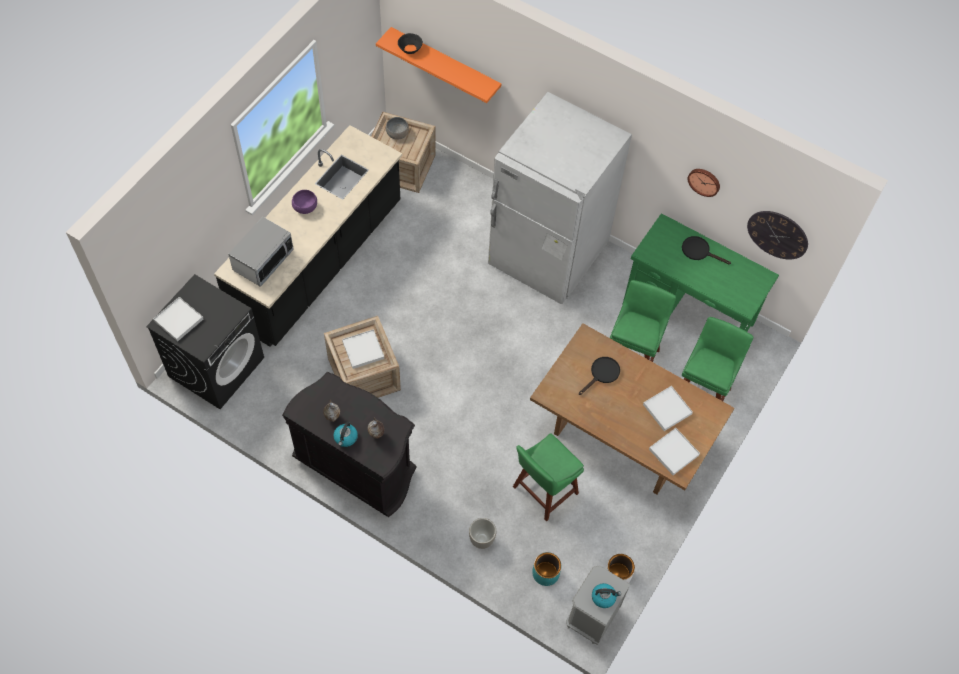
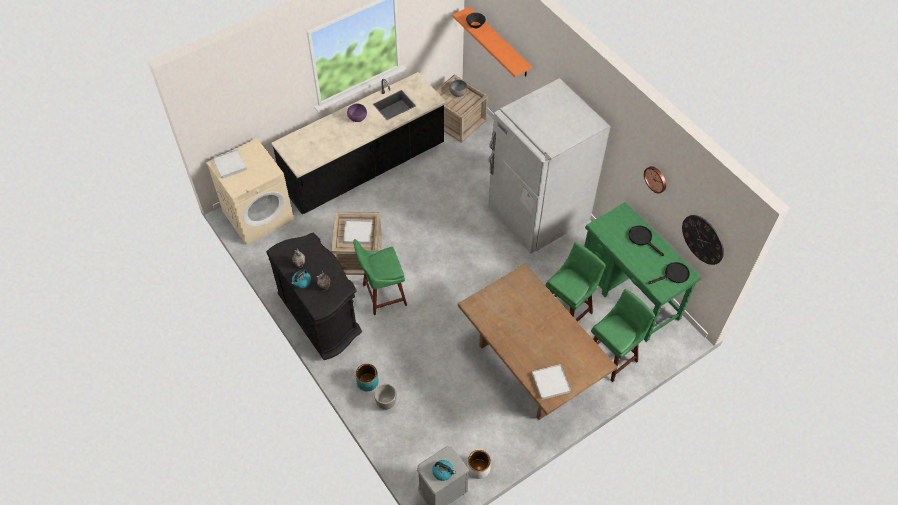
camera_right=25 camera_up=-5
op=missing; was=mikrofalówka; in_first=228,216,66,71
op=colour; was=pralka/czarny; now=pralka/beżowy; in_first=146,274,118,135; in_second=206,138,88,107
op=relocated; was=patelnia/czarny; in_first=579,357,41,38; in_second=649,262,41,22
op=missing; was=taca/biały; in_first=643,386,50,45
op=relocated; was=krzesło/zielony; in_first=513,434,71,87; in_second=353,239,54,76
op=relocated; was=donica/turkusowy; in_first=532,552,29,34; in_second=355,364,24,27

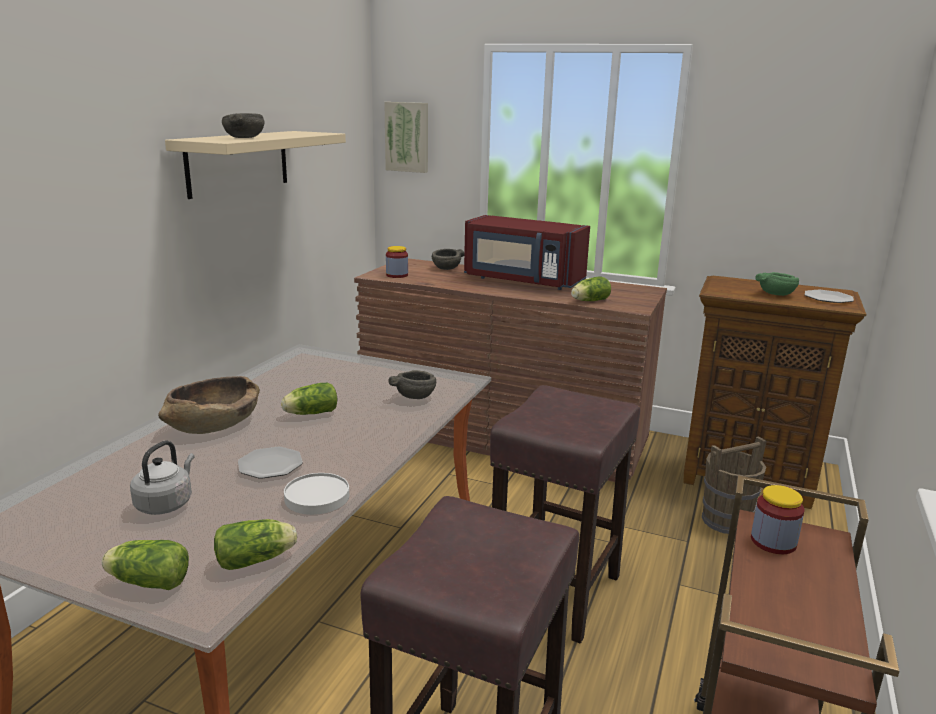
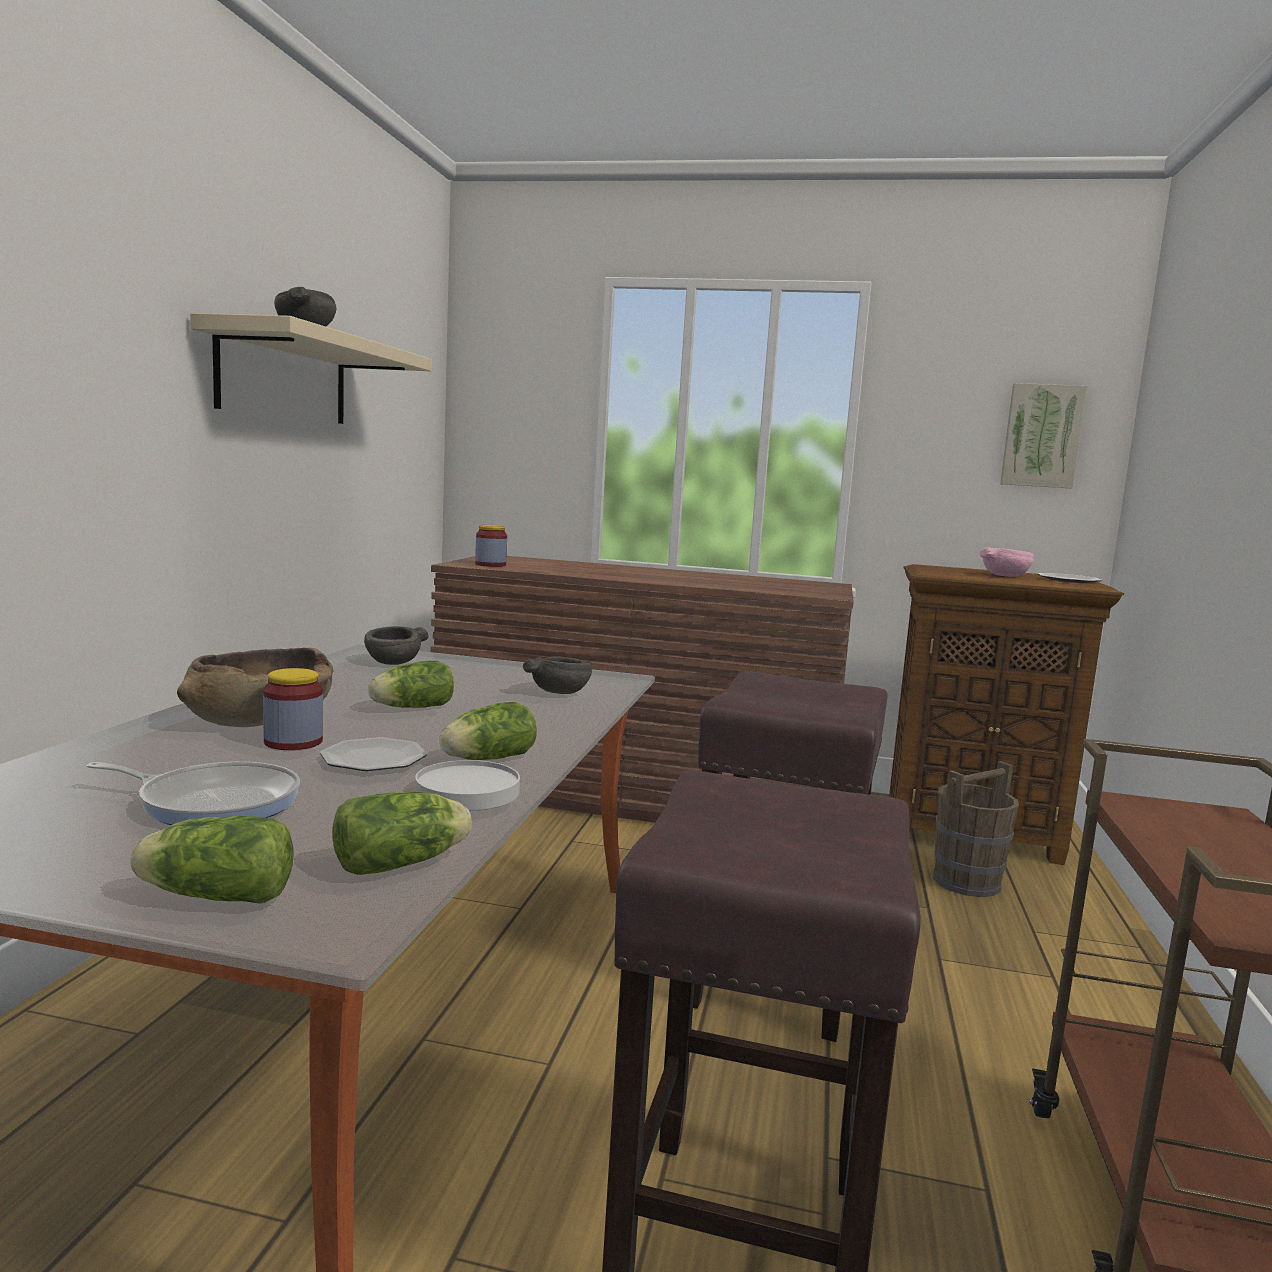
camera_right=-10 camera_up=-10
op=relocated; was=obraz; in_first=384,102,44,71; in_second=1000,383,87,105
op=missing; was=mikrofalówka/czerwony; in_first=464,215,126,75
op=relocated; was=miska/szary; in_first=432,249,32,21; in_second=364,626,64,39
op=colour; was=miska/zielony; now=miska/różowy; in_first=755,272,44,24; in_second=980,547,54,30
op=relocated; was=sałata; in_first=571,277,40,24; in_second=439,702,98,58
op=exchanged; was=czajnik/szary; now=patelnia; in_first=130,440,65,75; in_second=86,762,214,63
op=relocated; was=słoik; in_first=751,485,53,69; in_second=263,668,60,82

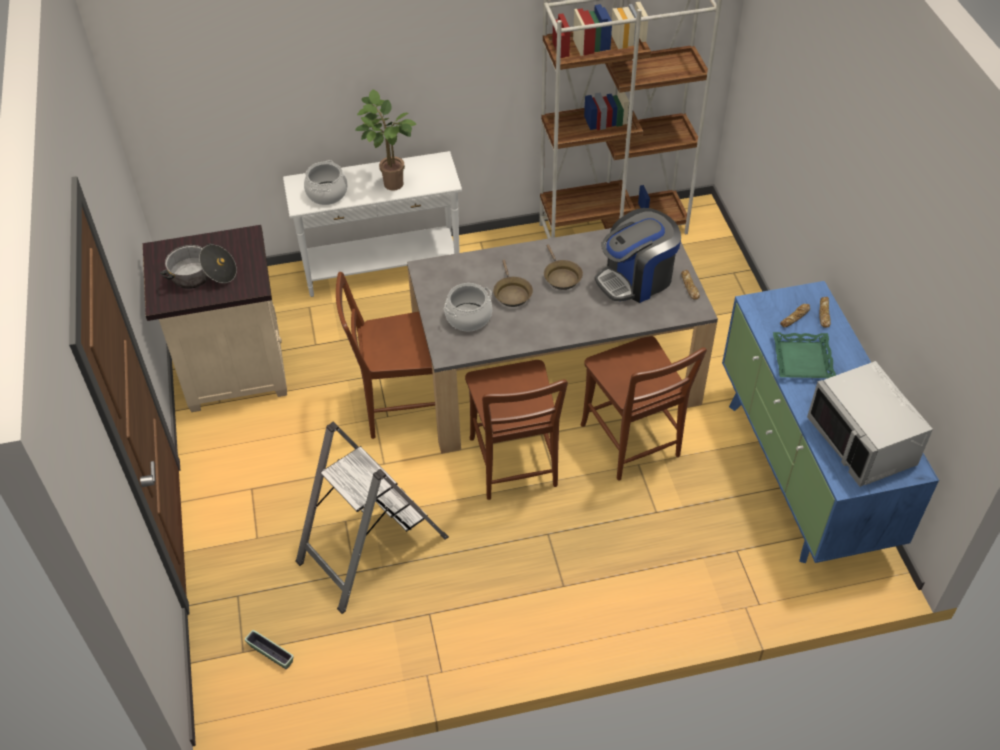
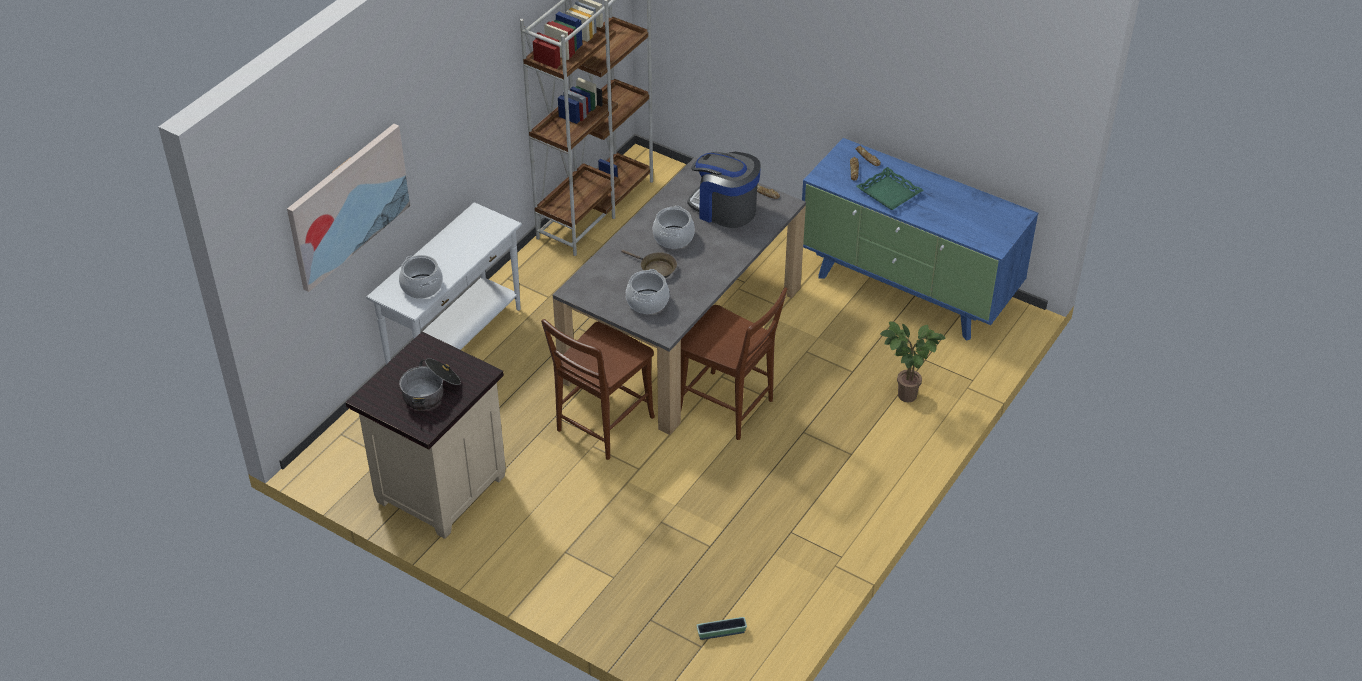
camera_right=-45 camera_up=-5
op=relocated; was=roślina doniczkowa; in_first=355,89,61,102; in_second=880,321,66,81
op=spun; was=ekspres do kawy; in_first=595,208,86,95; in_second=687,152,74,76; clockwise=105
op=exchanged; was=patelnia/brązowy; now=garnek; in_first=544,244,39,46; in_second=653,206,42,43
op=missing; was=krzesło/brązowy; in_first=580,336,127,144
op=missing; was=mikrofalówka/szary; in_first=807,361,126,126
op=missing; was=drabinka/szary; in_first=295,422,154,192
op=appeared; now=obraz; in_second=287,124,123,168

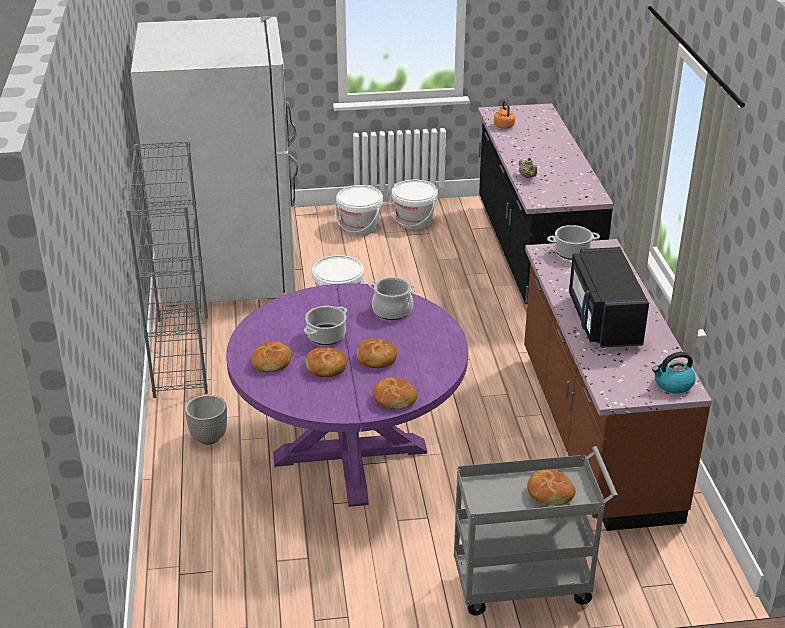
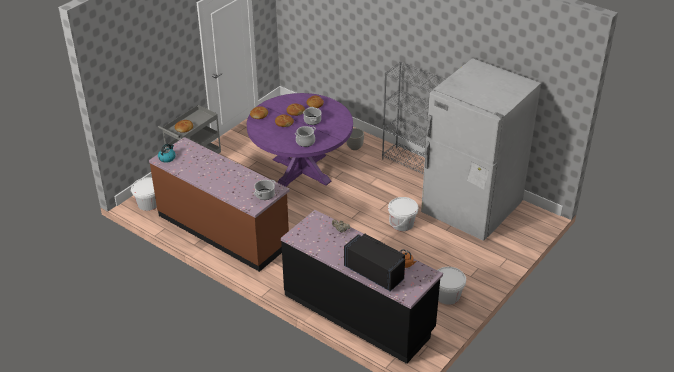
camera_right=135 camera_up=5
op=relocated; was=wiadro/biały; in_first=335,185,48,51; in_second=131,177,26,34
op=relocated; was=mikrofalówka/czarny; in_first=569,247,80,101; in_second=344,233,61,59

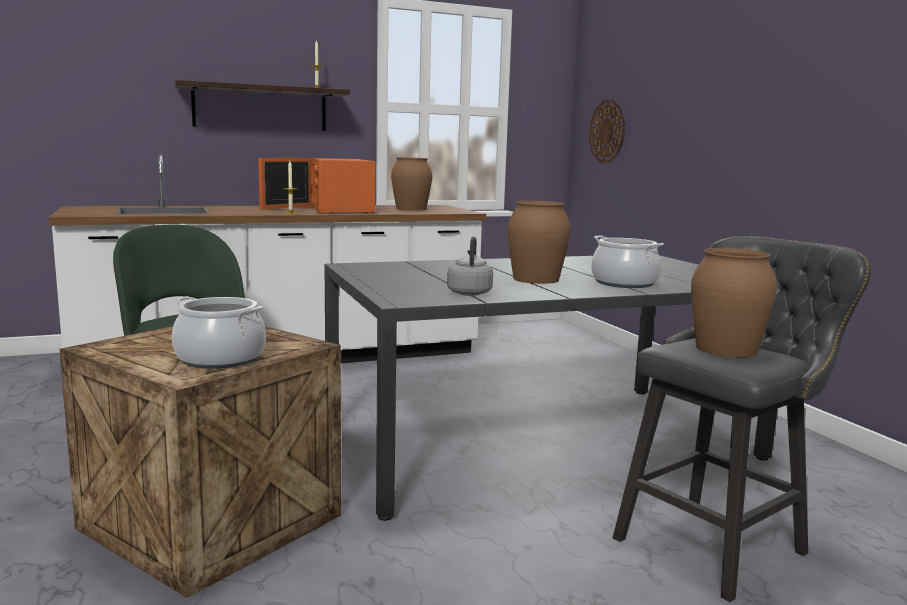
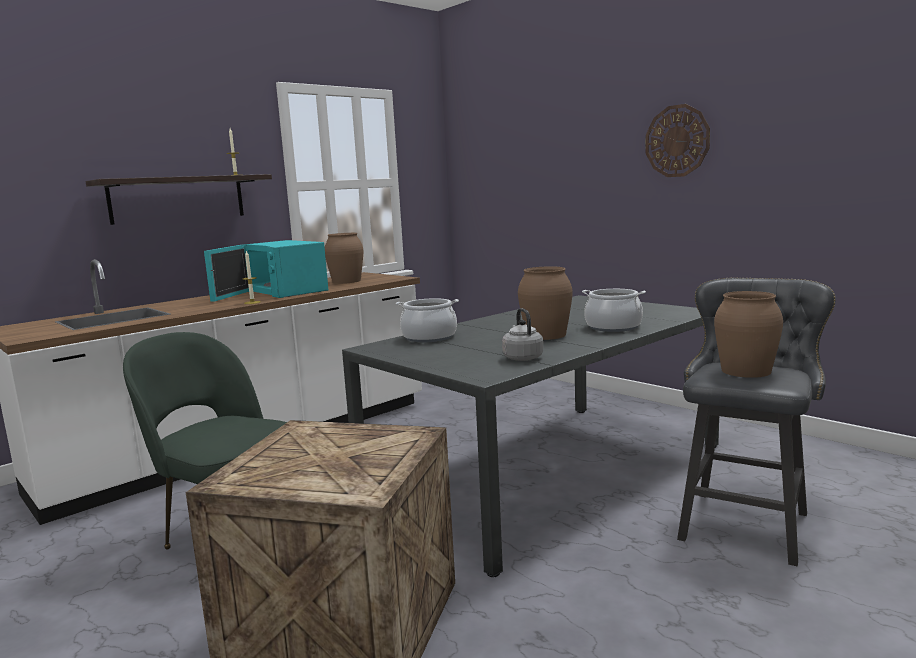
camera_right=-20 camera_up=0
op=relocated; was=zegar ścienny; in_first=589,99,36,64; in_second=646,104,64,73
op=colour; was=mikrofalówka/pomarańczowy; now=mikrofalówka/turkusowy; in_first=258,158,117,55; in_second=204,240,124,62
op=relocated; was=garnek; in_first=172,296,94,73; in_second=396,298,63,44

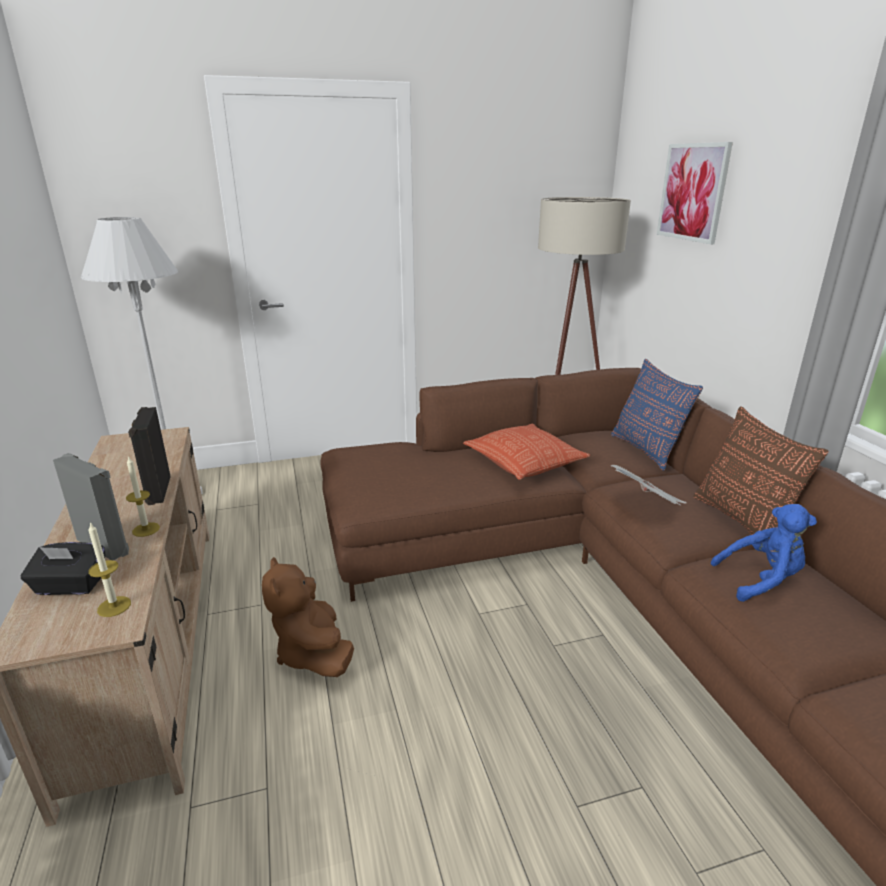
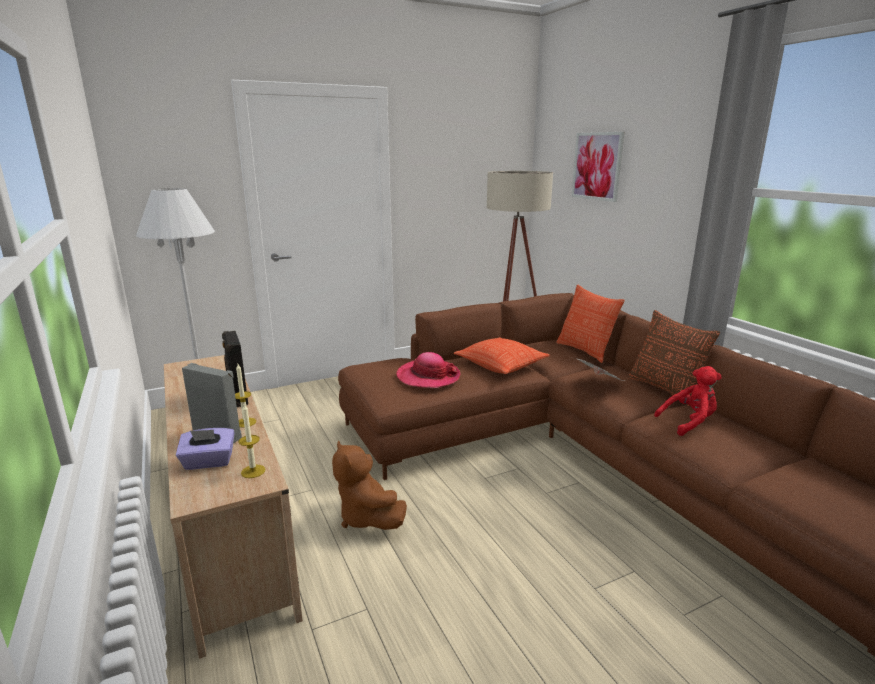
camera_right=-10 camera_up=-5
op=colour; was=poduszka/niebieski; now=poduszka/pomarańczowy; in_first=611,359,92,112; in_second=556,285,69,78
op=colour; was=pluszak/niebieski; now=pluszak/czerwony; in_first=711,504,106,98; in_second=654,366,68,70
op=colour; was=pudełko chusteczek/czarny; now=pudełko chusteczek/fioletowy; in_first=20,542,85,53; in_second=176,428,59,42
op=appeared; now=kapelusz; in_second=396,352,65,36

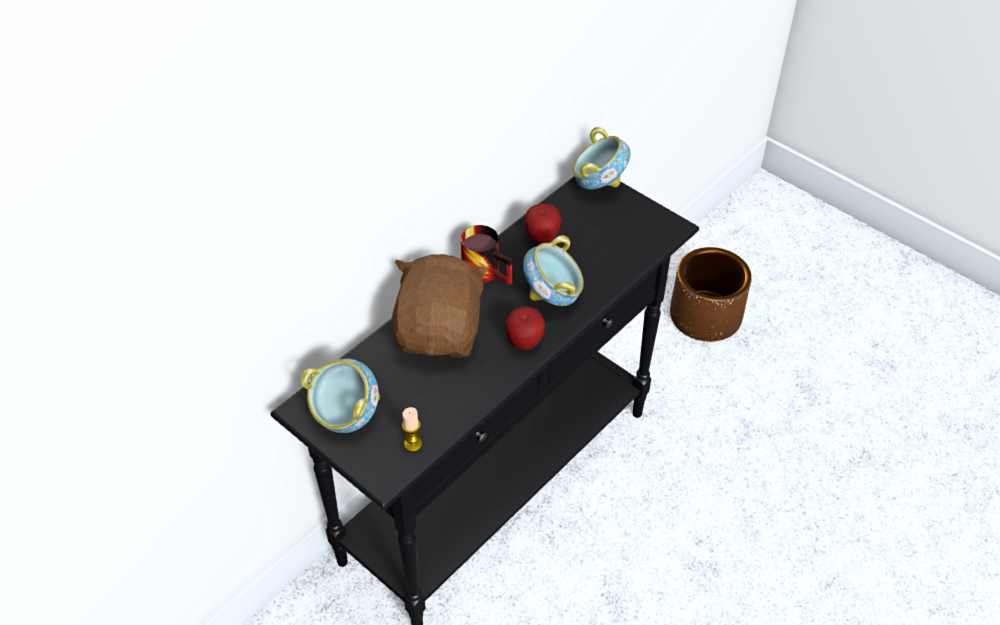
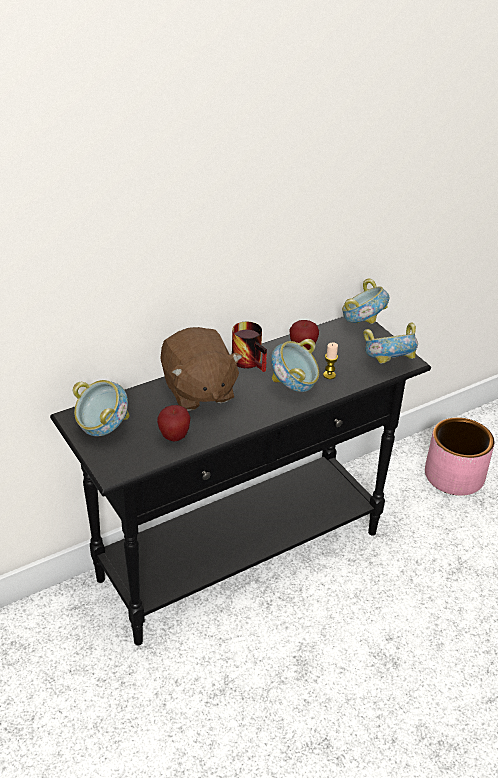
camera_right=15 camera_up=-10
op=colour; was=donica/brązowy; now=donica/różowy; in_first=670,247,82,95; in_second=425,417,70,79
op=spun; was=pluszak/brązowy; in_first=392,254,96,103; in_second=160,327,83,84; clockwise=135
op=relocated; was=jabłko; in_first=505,306,40,44; in_second=157,405,34,36
op=relocated; was=świeca; in_first=402,407,20,45; in_second=323,342,15,37
op=appeared; now=miska; in_second=363,323,55,41

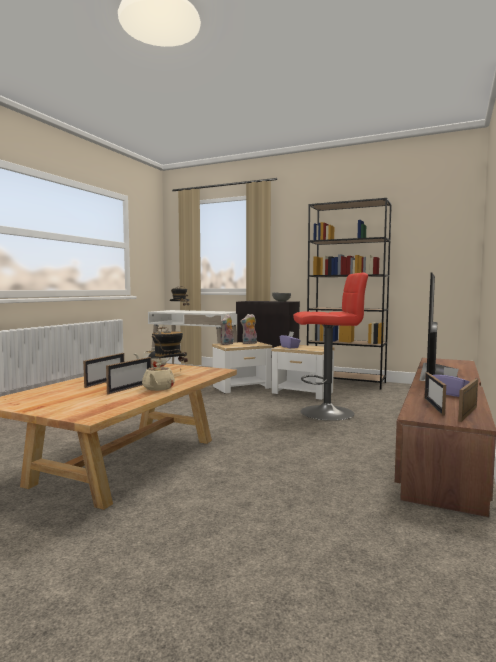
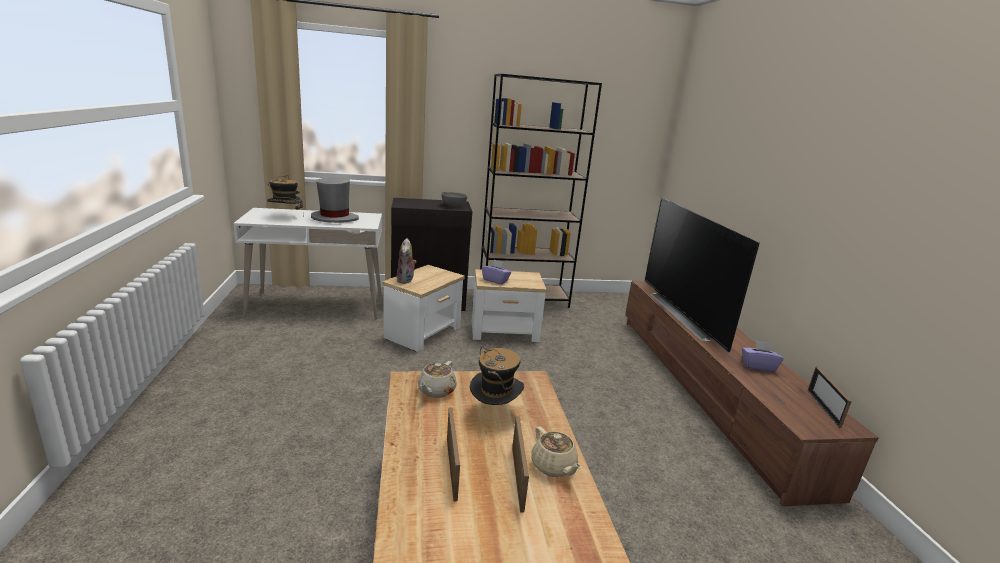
camera_right=-35 camera_up=15
op=missing; was=stołek/czerwony; in_first=293,273,75,148
op=missing; was=pluszak; in_first=240,314,17,30
op=missing; was=ramka na zdjęcie; in_first=424,372,22,44
op=appeared; now=kapelusz/szary; in_second=311,177,48,46

